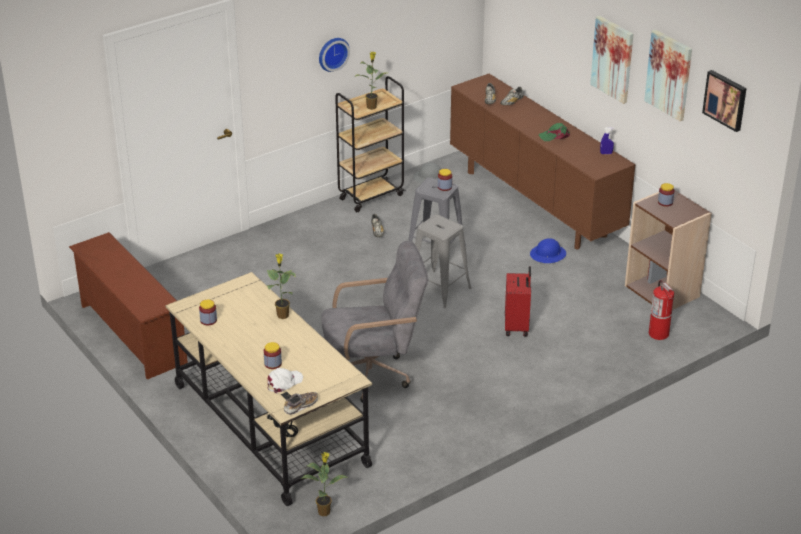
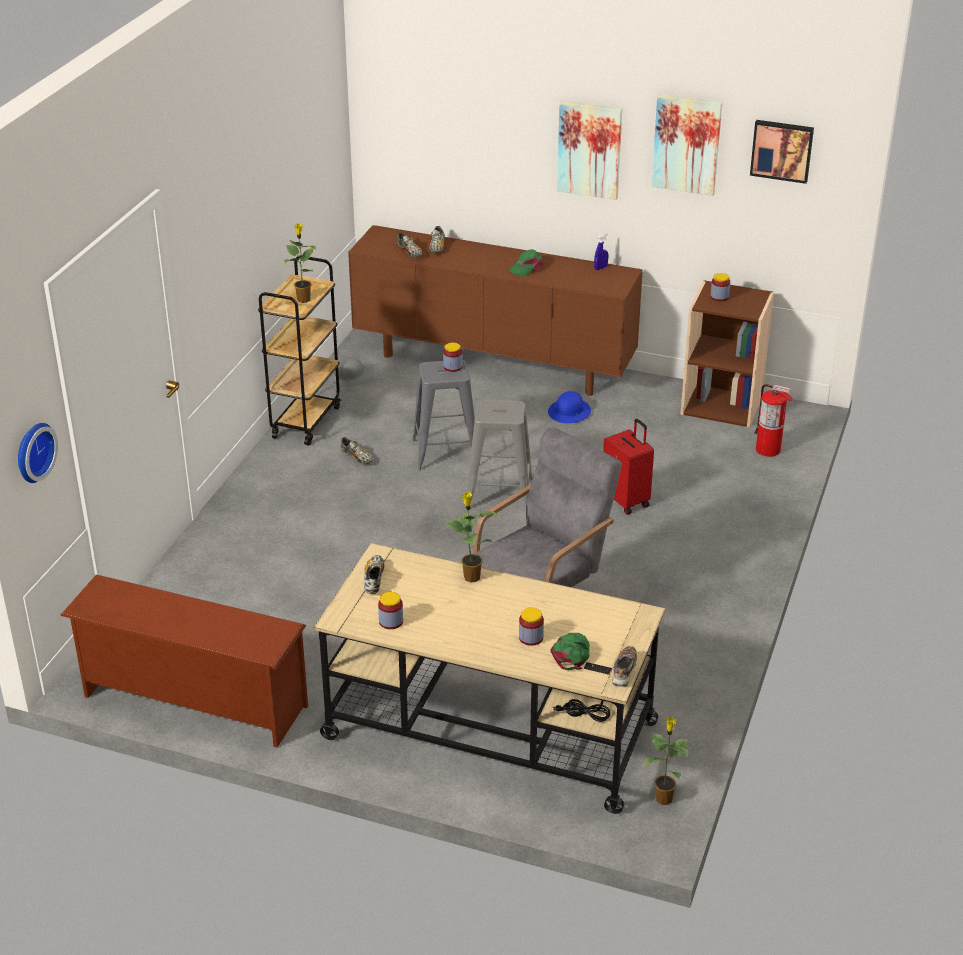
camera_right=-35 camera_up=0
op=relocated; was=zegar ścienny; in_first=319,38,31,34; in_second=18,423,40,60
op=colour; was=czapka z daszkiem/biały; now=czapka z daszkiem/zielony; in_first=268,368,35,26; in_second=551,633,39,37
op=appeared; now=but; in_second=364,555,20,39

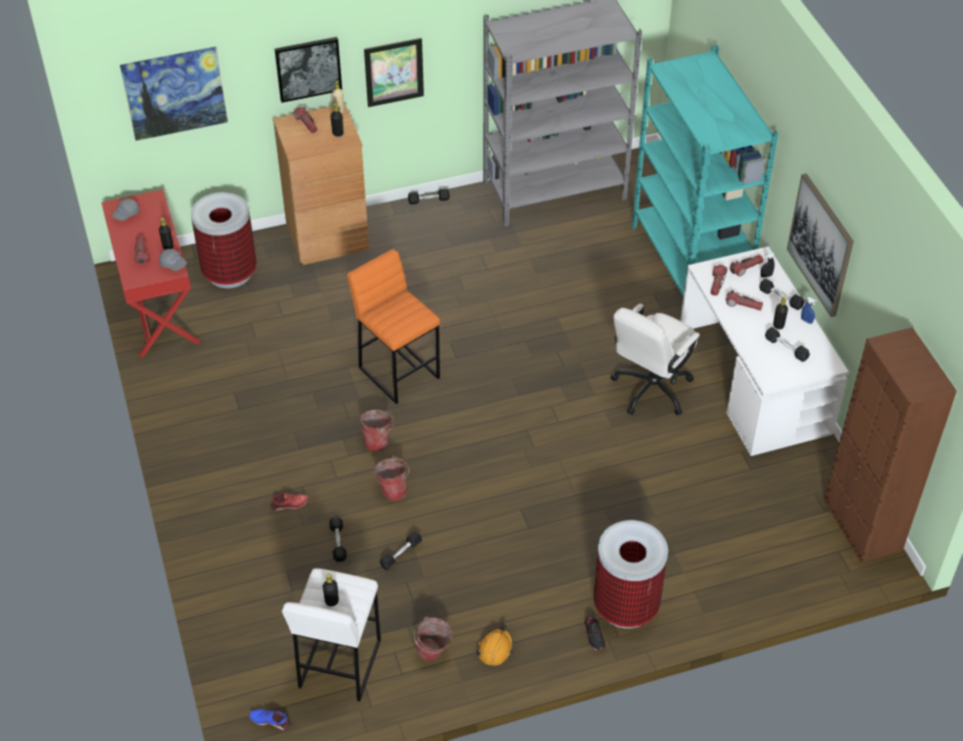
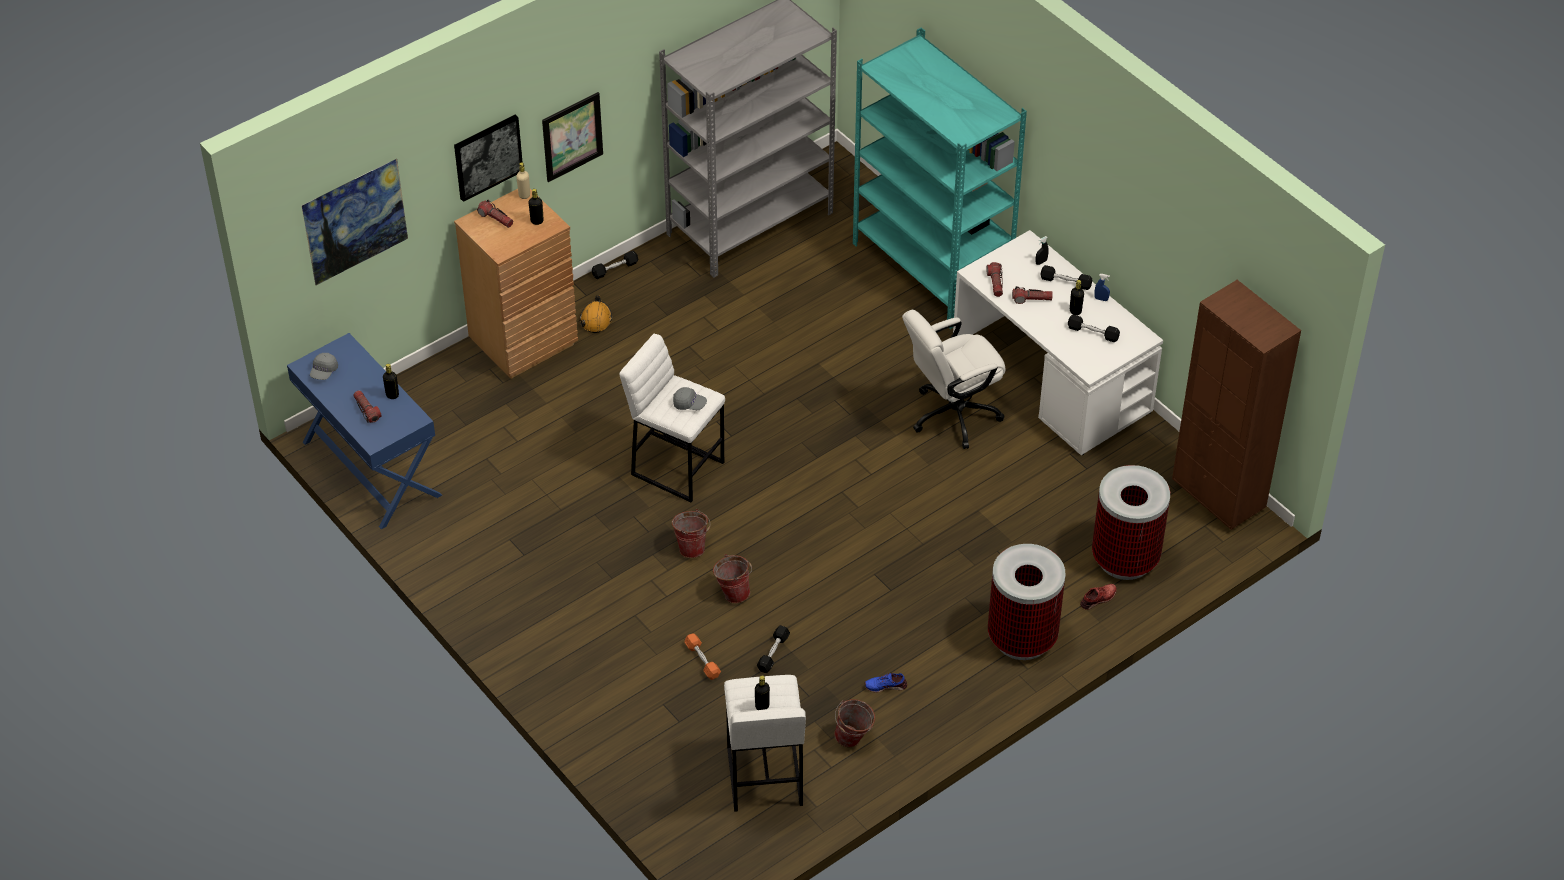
camera_right=-20 camera_up=0
op=missing; was=obraz; in_first=787,173,67,144
op=colour; was=stolik konsolowy/czerwony; now=stolik konsolowy/niebieski; in_first=101,189,100,168; in_second=287,333,155,196
op=relocated; was=kosz na śmieci; in_first=191,192,66,96; in_second=1092,465,78,115
op=relocated; was=czapka z daszkiem/szary; in_first=159,249,28,22; in_second=673,387,34,23
op=colour; was=stołek/pomarańczowy; now=stołek/biały; in_first=347,249,93,155; in_second=620,334,105,168
op=missing; was=latarka; in_first=730,255,33,21
op=spun; was=krzesło biurowe/biały; in_first=611,304,89,112; in_second=902,310,103,139; clockwise=45
op=relocated; was=but/czerwony; in_first=271,493,37,18; in_second=1080,584,37,26
op=colour; was=hantel/czarny; now=hantel/pomarańczowy; in_first=329,516,18,46; in_second=684,633,37,47
op=missing; was=but/czarny; in_first=584,615,21,36
op=relocated; was=kask/pomarańczowy; in_first=476,623,37,43; in_second=580,295,32,38
op=relocated; was=but/niebieski; in_first=249,709,42,21; in_second=865,673,42,20

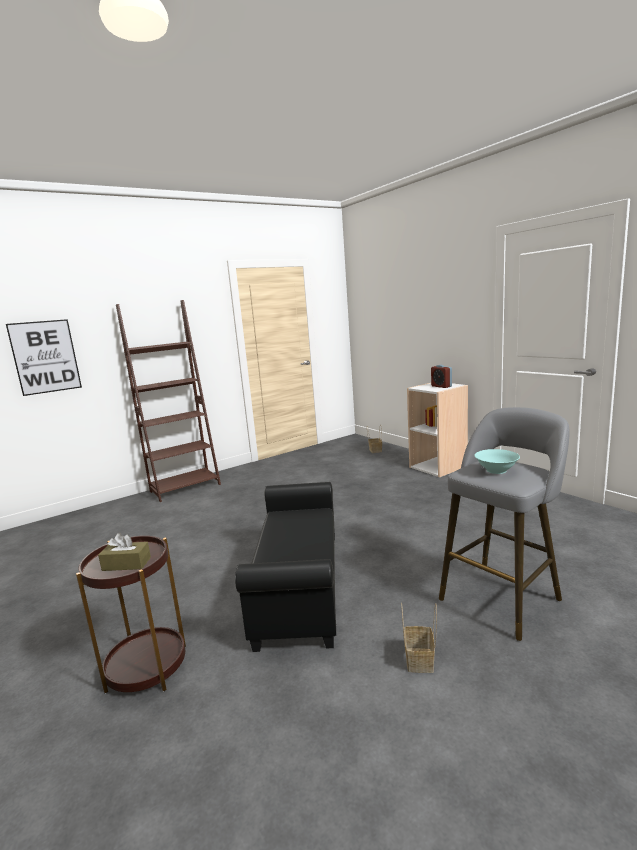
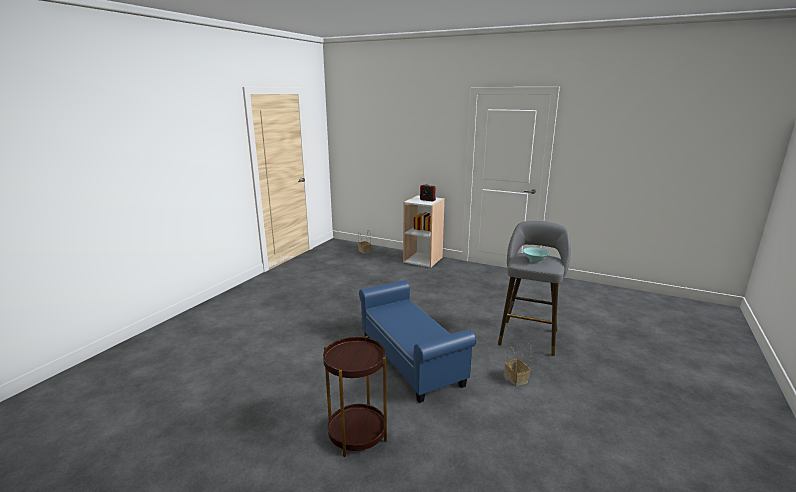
camera_right=-30 camera_up=5
op=missing; was=regał/brązowy; in_first=116,300,105,202
op=missing; was=obraz; in_first=6,319,76,77
op=colour; was=pufa/czarny; now=pufa/niebieski; in_first=235,482,101,170; in_second=359,280,117,123
op=missing; was=pudełko chusteczek/brązowy; in_first=98,533,53,38

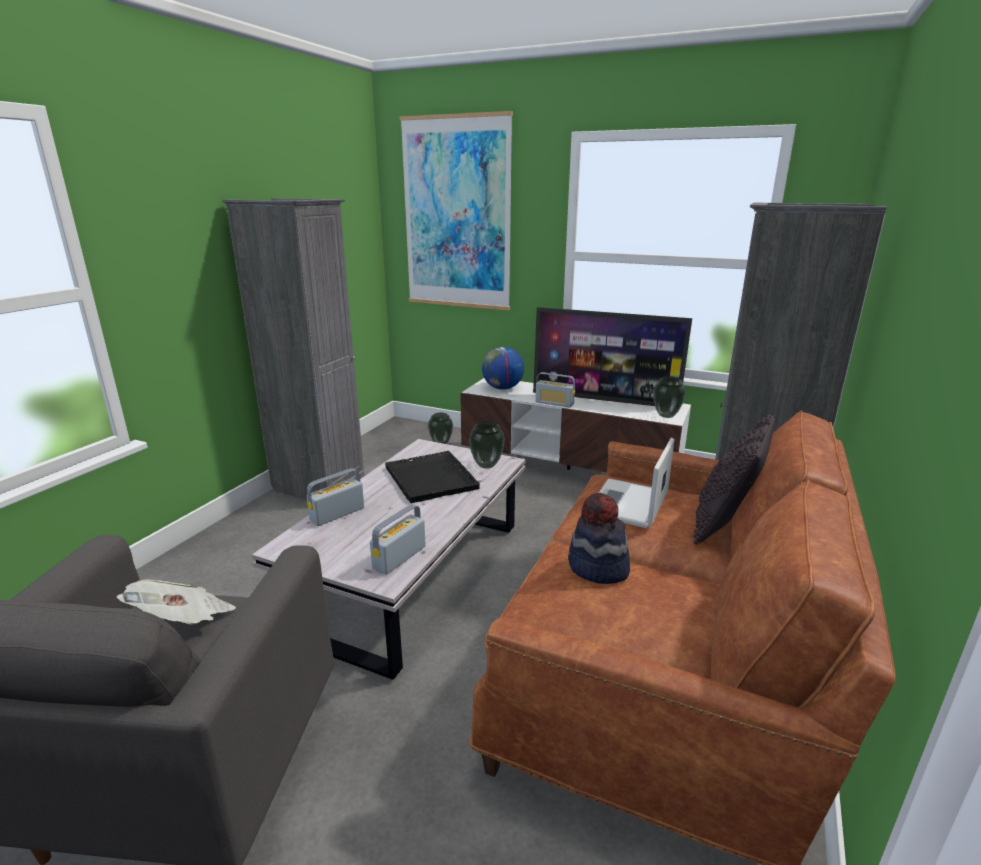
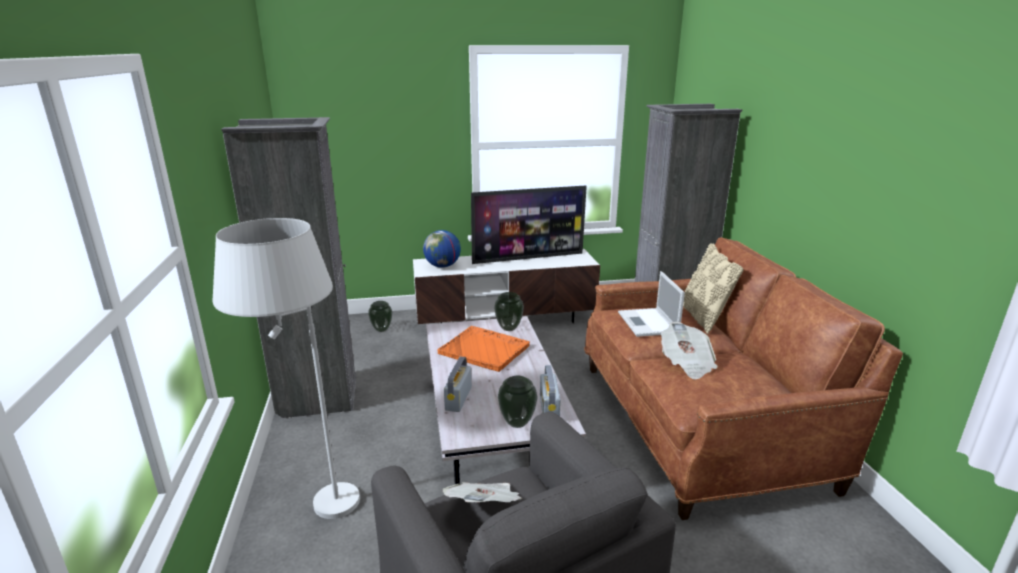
camera_right=-35 camera_up=0
op=missing; was=obraz; in_first=400,111,113,199
op=missing; was=radio; in_first=535,372,40,35
op=relocated; was=wazon; in_first=653,376,33,42; in_second=498,376,39,52
op=colour; was=poduszka/czarny; now=poduszka/beżowy; in_first=693,414,82,130; in_second=683,243,61,91
op=colour; was=taca/czarny; now=taca/pomarańczowy; in_first=385,451,95,52; in_second=437,326,93,46
op=exchanged; was=kapelusz; now=gazeta; in_first=568,493,62,91; in_second=661,322,57,58
op=appeared; now=lampa stojąca/biały; in_second=213,218,147,301

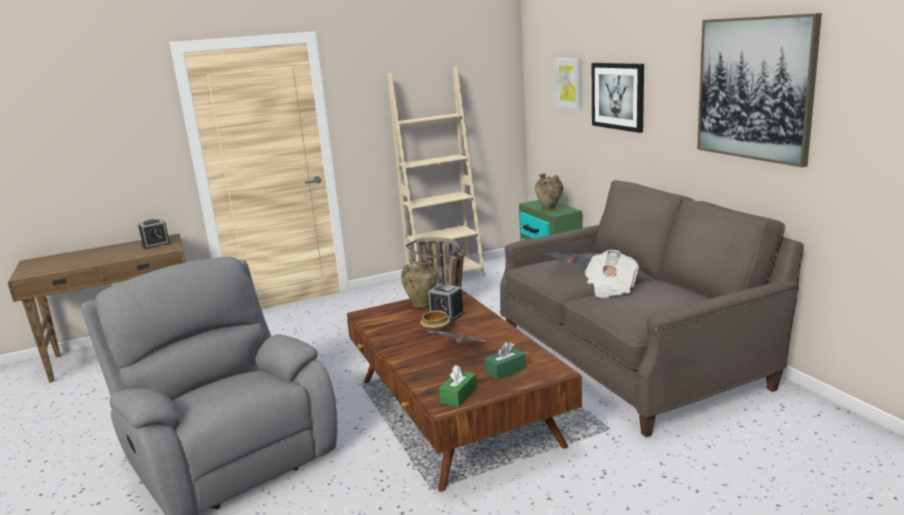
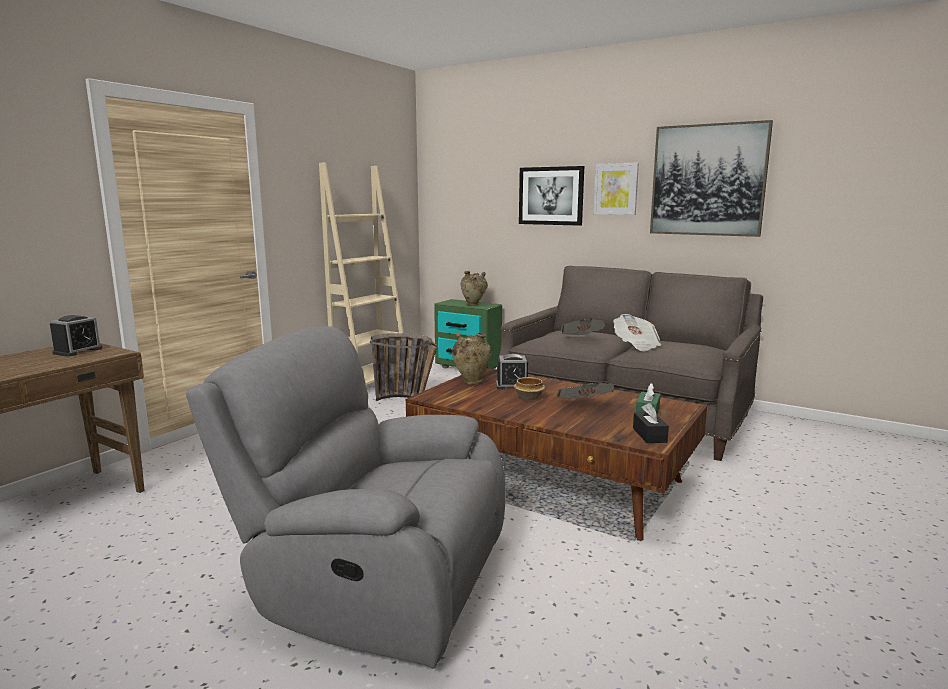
camera_right=-35 camera_up=-5
op=relocated; was=obraz; in_first=555,58,27,51; in_second=593,163,46,52
op=colour; was=pudełko chusteczek/zielony; now=pudełko chusteczek/czarny; in_first=439,365,38,42; in_second=633,403,36,40

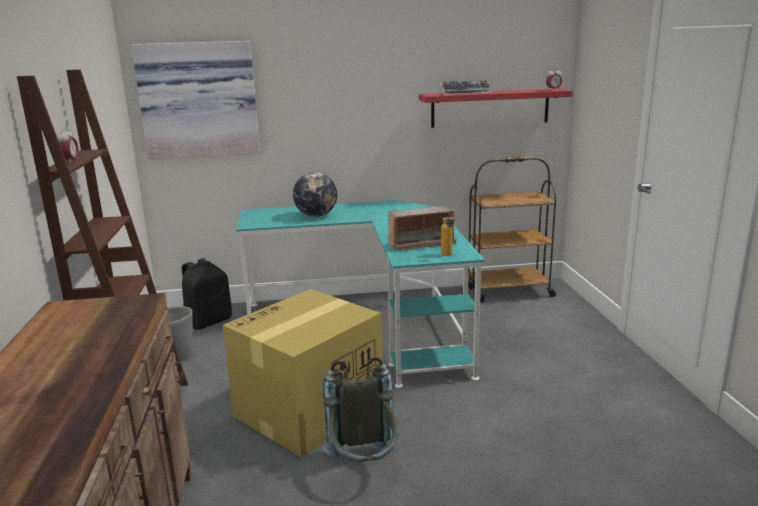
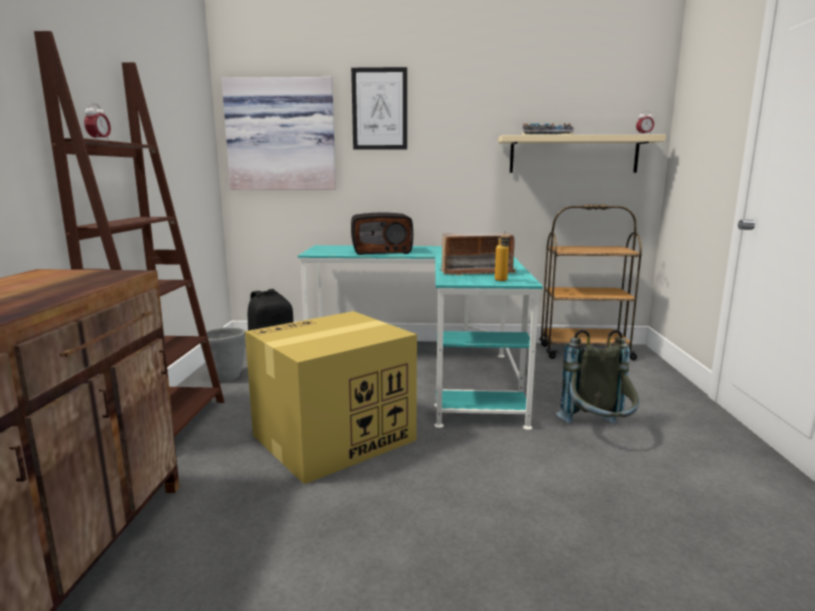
camera_right=10 camera_up=-5
op=colour; was=półka/czerwony; now=półka/beżowy; in_first=419,89,154,39; in_second=498,135,168,38
op=exchanged; was=globus; now=radio; in_first=293,172,44,45; in_second=351,212,62,43
op=relocated; was=plecak/szary; in_first=323,357,75,105; in_second=556,329,83,95
op=appeared; now=obraz; in_second=351,67,56,83

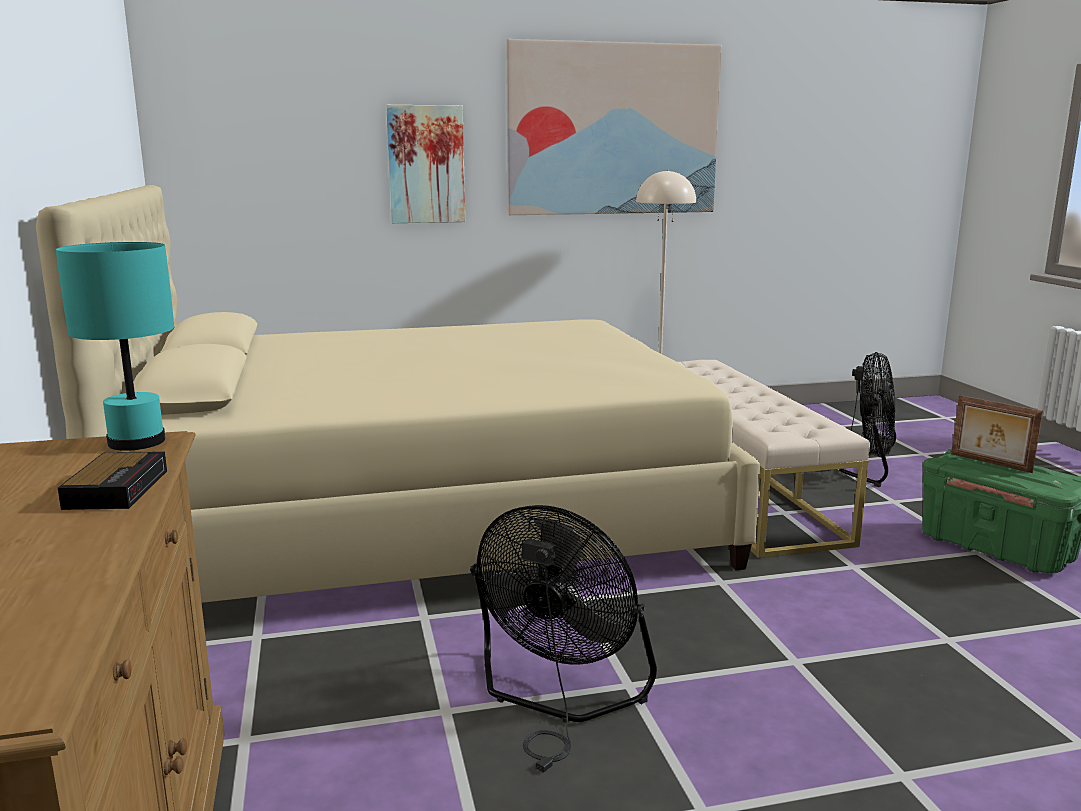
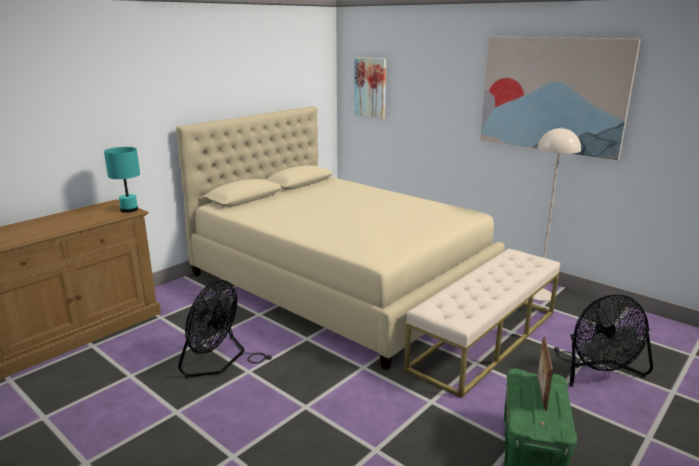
camera_right=55 camera_up=5
op=relocated; was=obraz; in_first=386,105,79,118; in_second=354,57,32,62
op=missing; was=budzik; in_first=58,451,109,59
op=spun; was=wentylator/czarny; in_first=470,505,187,268; in_second=178,280,94,99; clockwise=-150

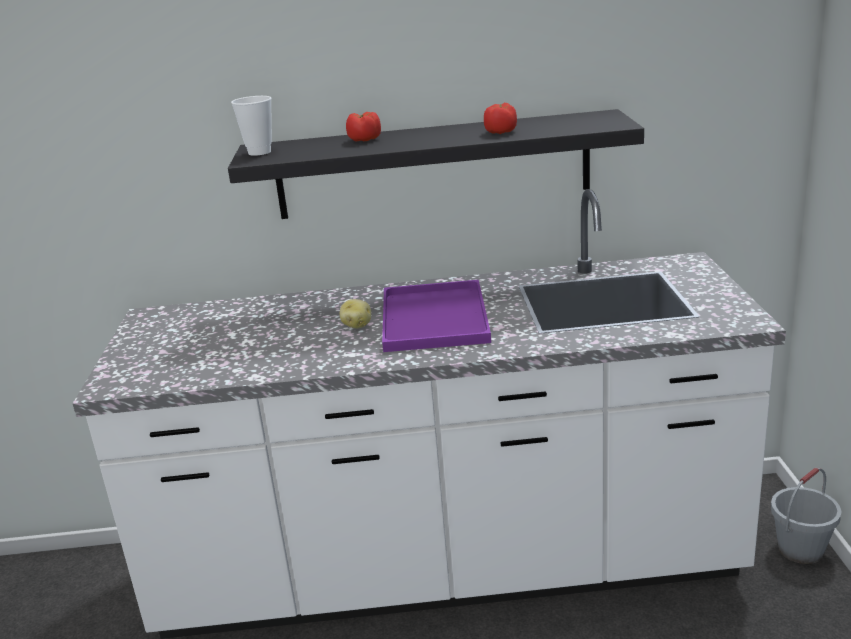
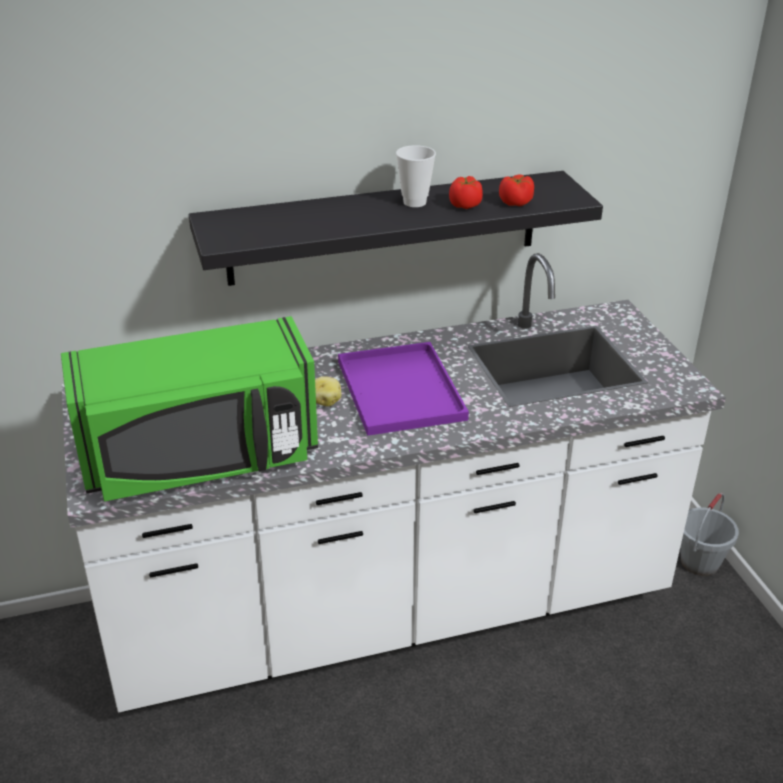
camera_right=-15 camera_up=10
op=relocated; was=filiżanka; in_first=231,96,41,60; in_second=396,145,40,62
op=relocated; was=pomidor; in_first=346,112,35,29; in_second=499,174,35,32
op=appeared; now=mikrofalówka/zielony; in_second=61,316,257,186

